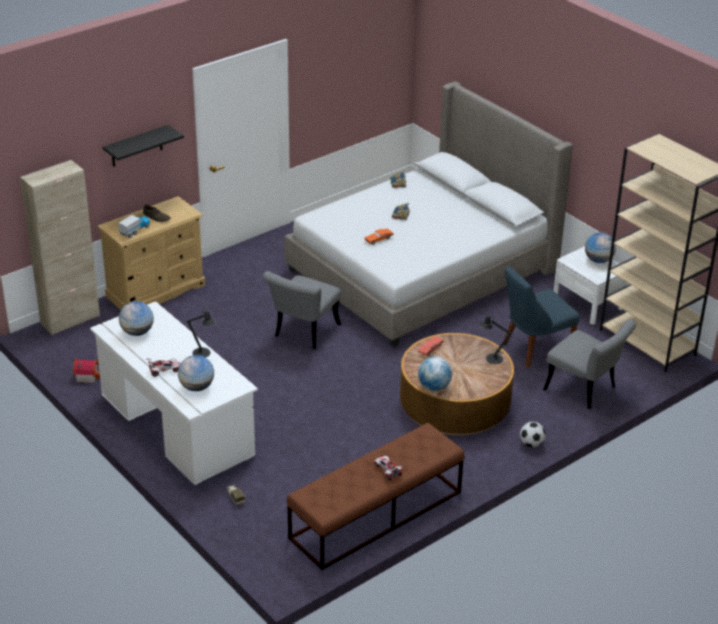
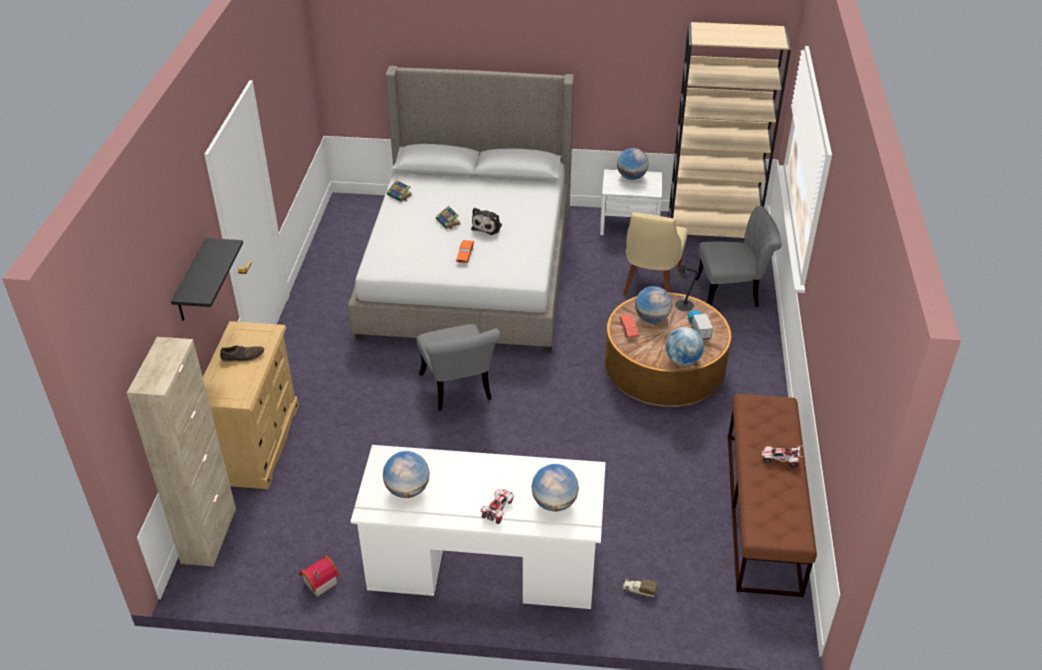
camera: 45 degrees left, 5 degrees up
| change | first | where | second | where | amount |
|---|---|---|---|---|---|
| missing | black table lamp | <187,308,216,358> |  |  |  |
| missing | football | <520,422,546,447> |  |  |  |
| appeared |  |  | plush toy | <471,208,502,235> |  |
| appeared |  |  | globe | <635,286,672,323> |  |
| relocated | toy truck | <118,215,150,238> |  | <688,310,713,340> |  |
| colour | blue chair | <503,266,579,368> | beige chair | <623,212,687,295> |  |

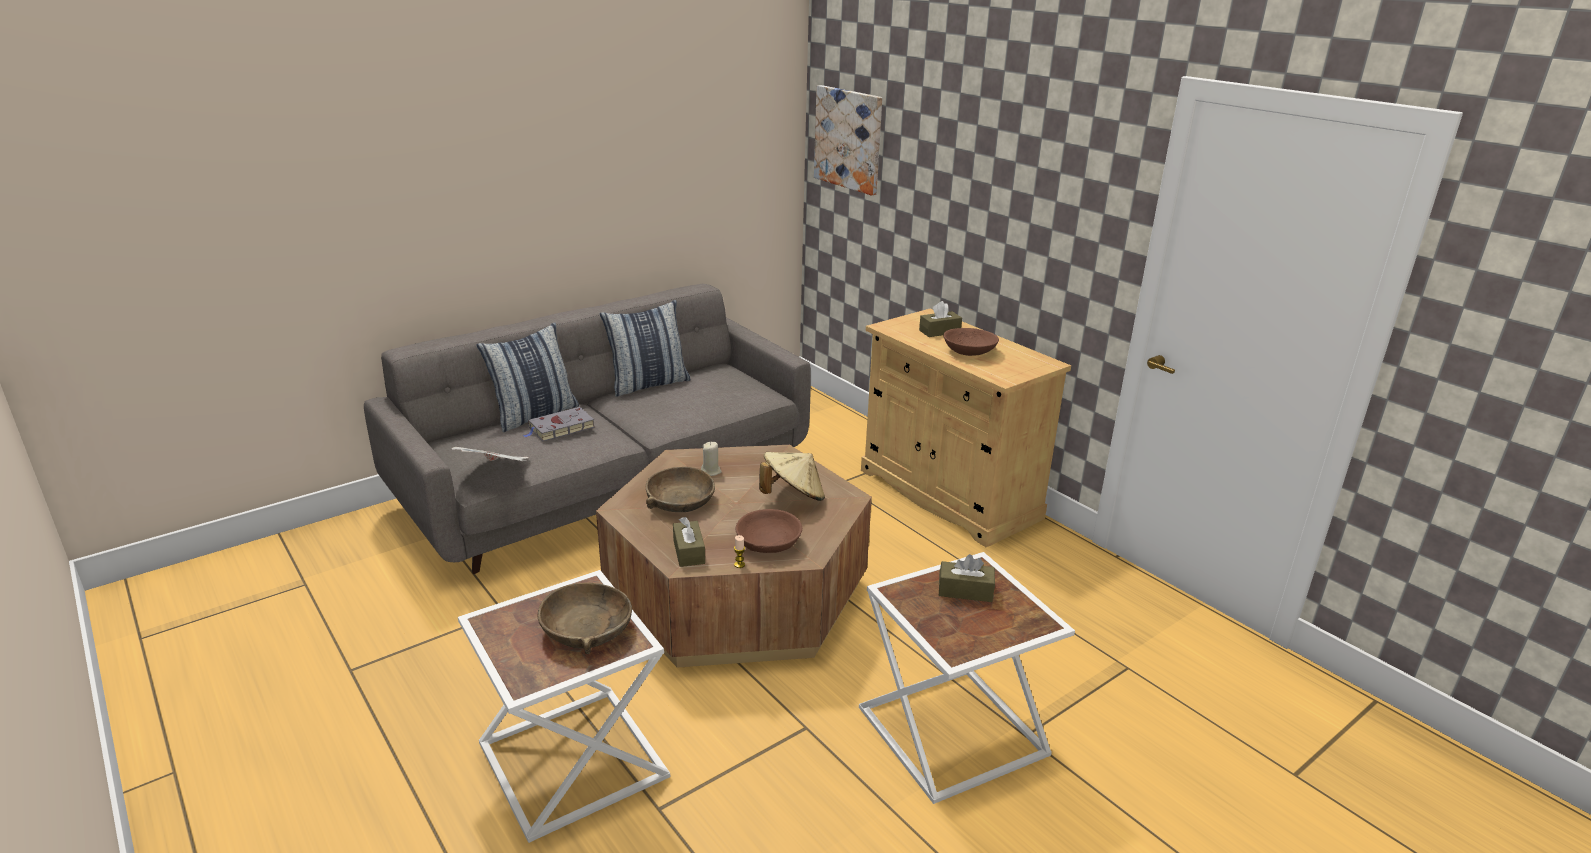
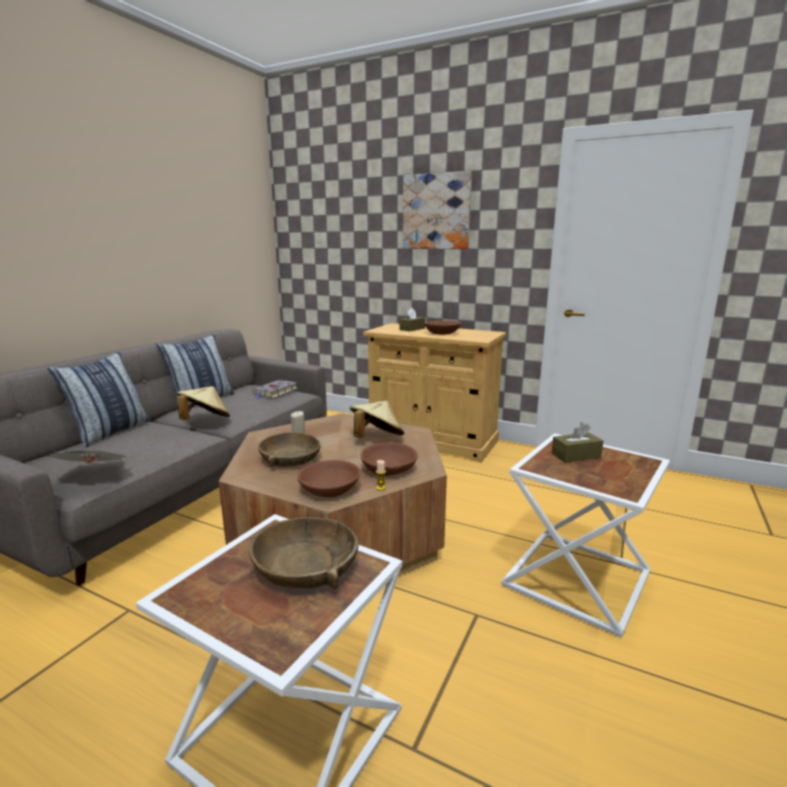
camera: 25 degrees left, 10 degrees down
| change | first | where | second | where | amount |
|---|---|---|---|---|---|
| appeared |  |  | beige hat | <176,386,230,420> |  |
| relocated | grey book | <523,407,595,441> |  | <253,380,298,399> |  |
| relocated | picture | <814,85,882,196> |  | <403,171,472,249> |  |
| exchanged | brown tissue box | <673,517,705,567> | brown bowl | <298,460,361,497> |  |

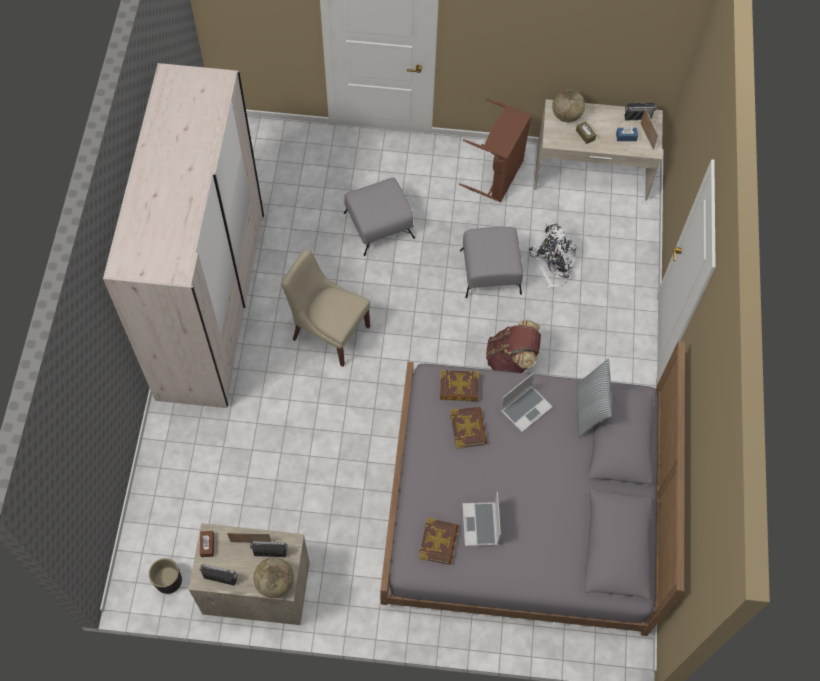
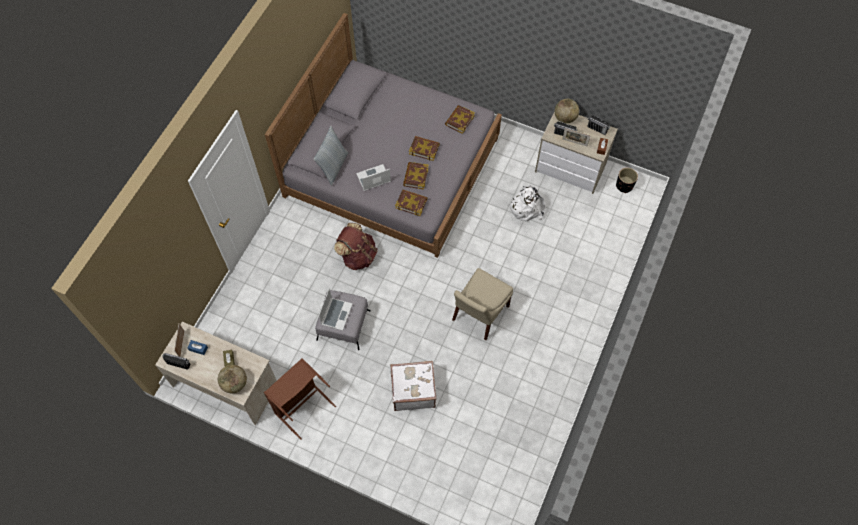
camera: 160 degrees left, 0 degrees up
| change | first | where | second | where | amount |
|---|---|---|---|---|---|
| missing | beige wardrobe | <103,63,264,408> |  |  |  |
| appeared |  |  | book | <409,136,440,161> |  |
| relocated | laptop | <463,492,501,546> |  | <319,288,352,331> |  |
| relocated | white backpack | <528,223,579,288> |  | <508,186,545,221> |  |
| exchanged | grey ottoman | <344,178,415,256> | white suitcase | <390,361,437,411> |  |
| spun | beige chair | <281,249,370,367> |  | <452,268,513,340> | 75 degrees clockwise |

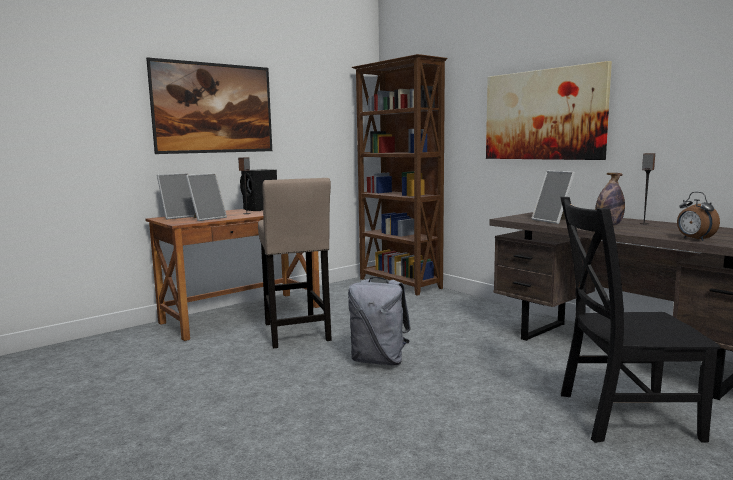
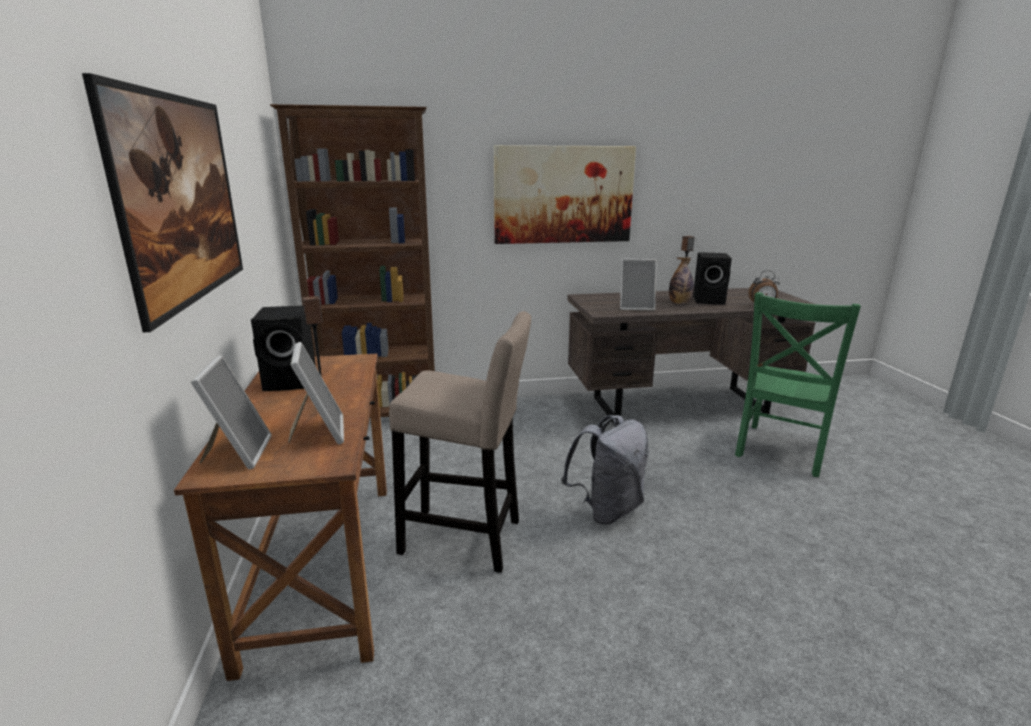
camera: 60 degrees left, 10 degrees up
| change | first | where | second | where | amount |
|---|---|---|---|---|---|
| appeared |  |  | black speaker | <693,252,732,305> |  |
| colour | black chair | <560,197,721,443> | green chair | <735,292,861,477> |  |

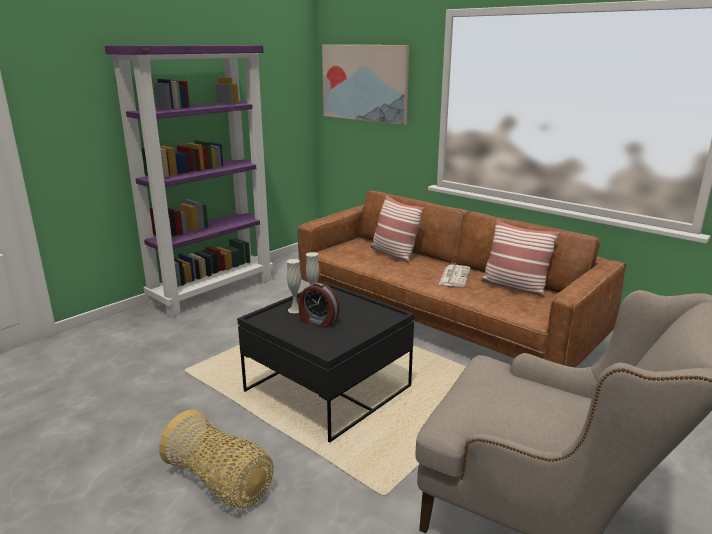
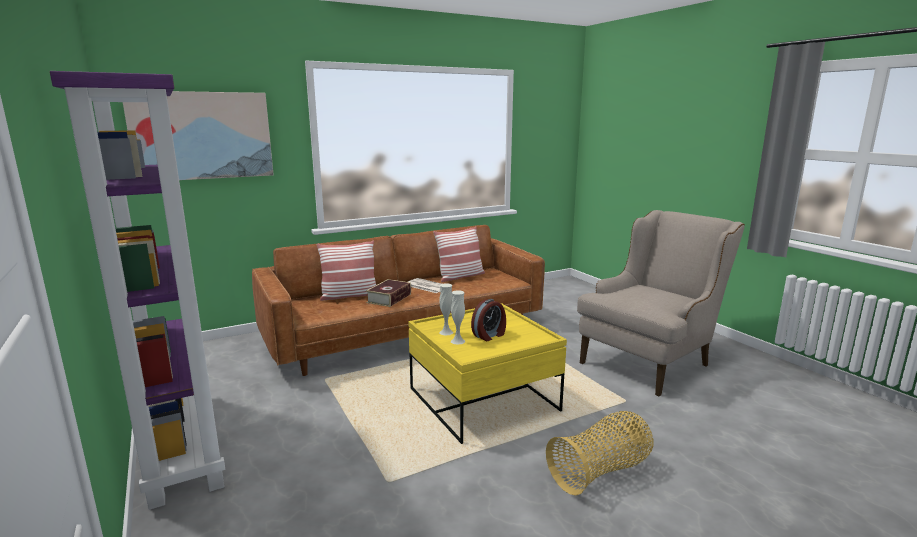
camera: 70 degrees left, 5 degrees down
| change | first | where | second | where | amount |
|---|---|---|---|---|---|
| appeared |  |  | book | <366,279,411,307> |  |
| colour | black coffee table | <237,282,414,443> | yellow coffee table | <408,303,567,444> |  |

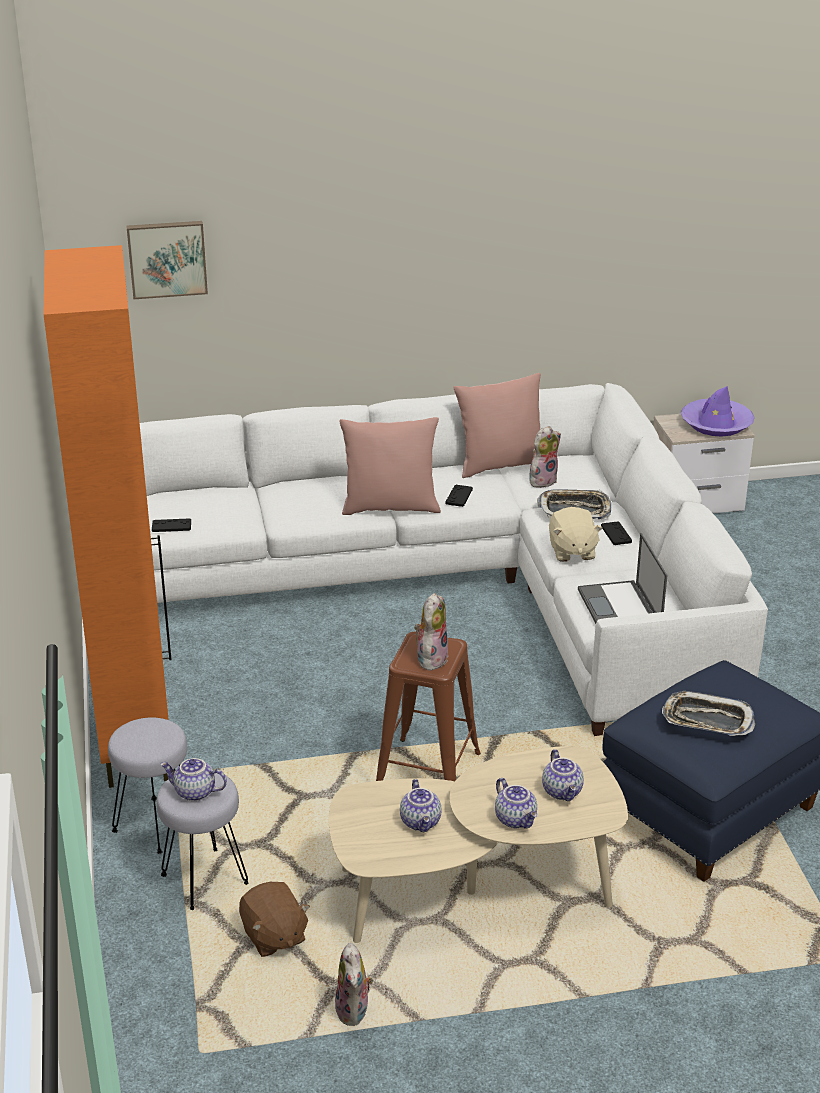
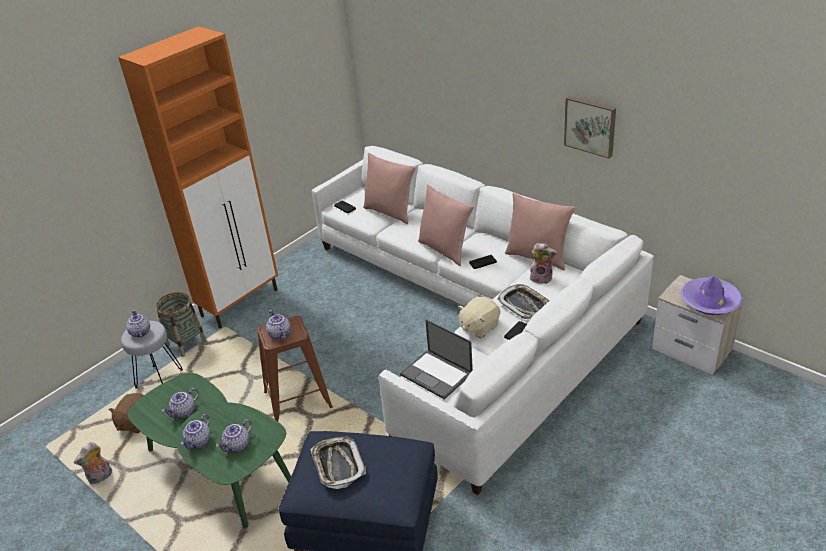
camera: 55 degrees right, 5 degrees up
| change | first | where | second | where | amount |
|---|---|---|---|---|---|
| appeared |  |  | pink pillow | <363,153,416,224> |  |
| relocated | picture | <126,221,208,299> |  | <564,96,616,159> |  |
| exchanged | grey stool | <108,718,187,854> | basket | <156,292,207,357> |  |
| exchanged | plush toy | <414,593,448,671> | teapot | <266,310,291,339> |  |
| colour | beige coffee table | <329,746,628,943> | green coffee table | <128,373,291,528> |  |
| spun | laptop | <578,533,668,624> |  | <400,319,473,400> | 90 degrees counterclockwise |

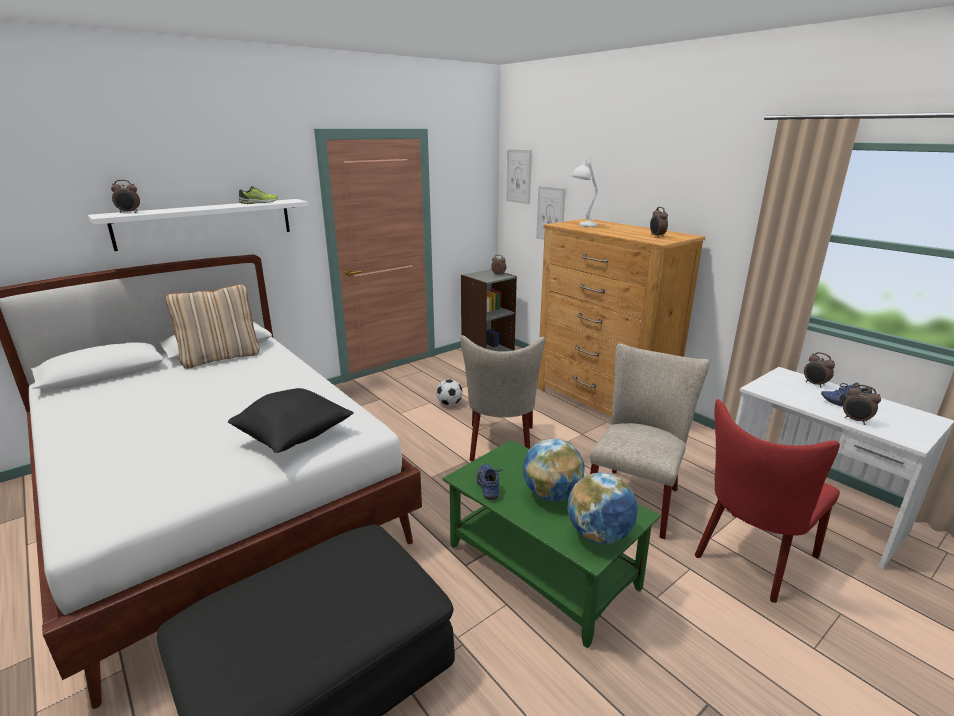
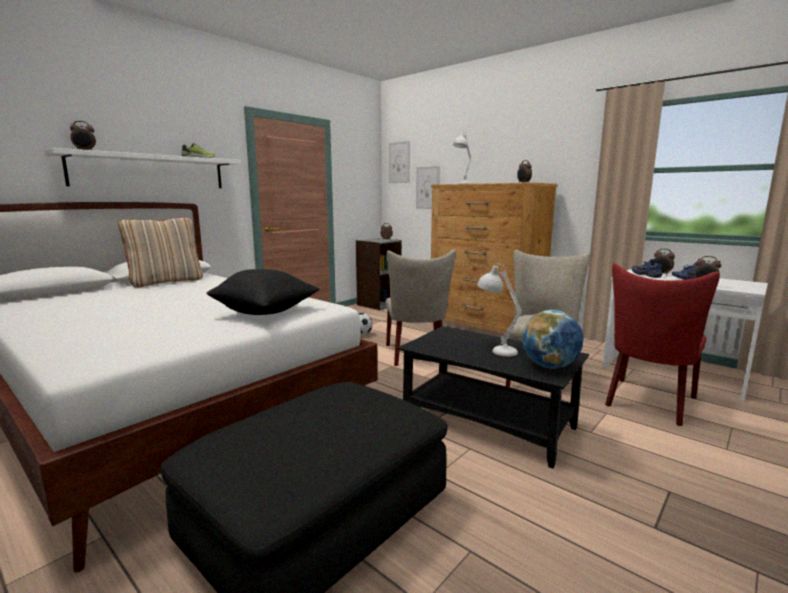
camera: 10 degrees left, 10 degrees down
| change | first | where | second | where | amount |
|---|---|---|---|---|---|
| relocated | blue shoe | <477,464,502,500> |  | <632,259,662,278> |  |
| exchanged | globe | <523,438,585,501> | white table lamp | <477,264,522,357> |  |
| colour | green coffee table | <443,440,661,648> | black coffee table | <398,326,589,469> |  |

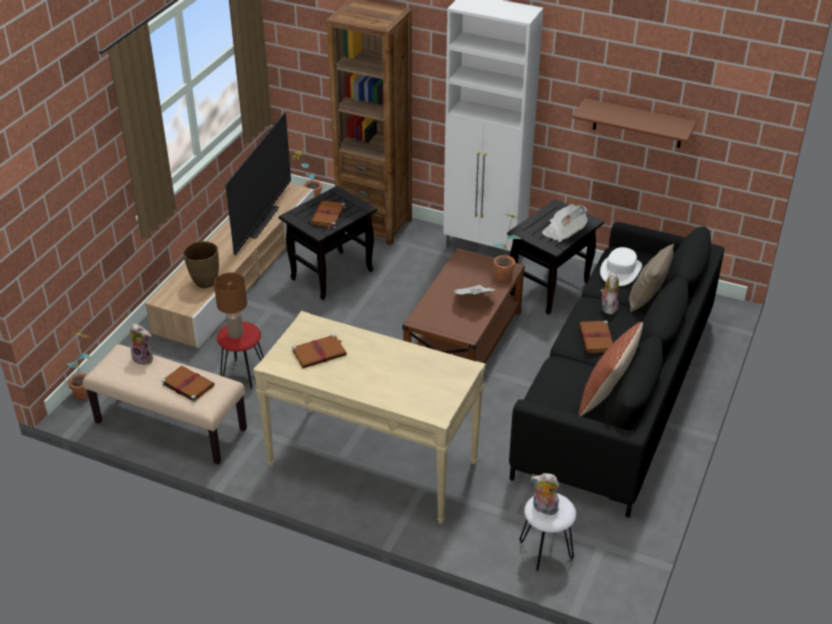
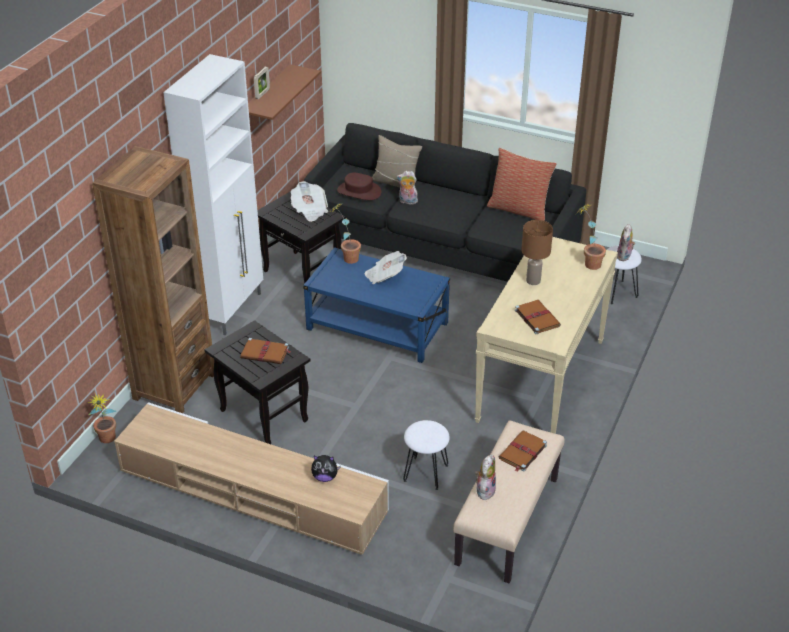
camera: 90 degrees left, 0 degrees up
| change | first | where | second | where | amount |
|---|---|---|---|---|---|
| missing | television | <225,113,291,256> |  |  |  |
| missing | brown book | <579,320,613,353> |  |  |  |
| appeared |  |  | picture frame | <254,67,270,99> |  |
| relocated | potted plant | <66,333,92,400> |  | <576,204,606,270> |  |
| relocated | brown table lamp | <214,272,247,339> |  | <521,220,553,285> |  |
| exchanged | brown vase | <183,241,219,288> | plush toy | <311,455,341,482> |  |
| colour | red stool | <217,322,264,389> | white stool | <403,420,450,490> |  |
| colour | brown coffee table | <403,248,525,363> | blue coffee table | <303,247,450,363> |  |
| colour | white hat | <600,247,642,286> | brown hat | <337,172,381,200> |  |

